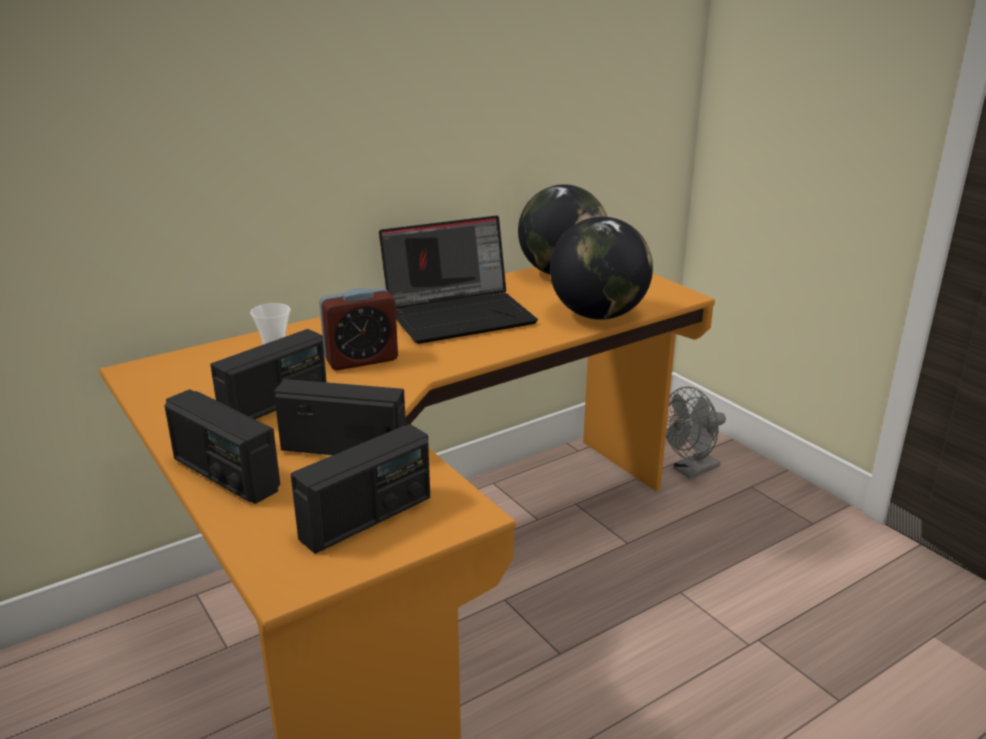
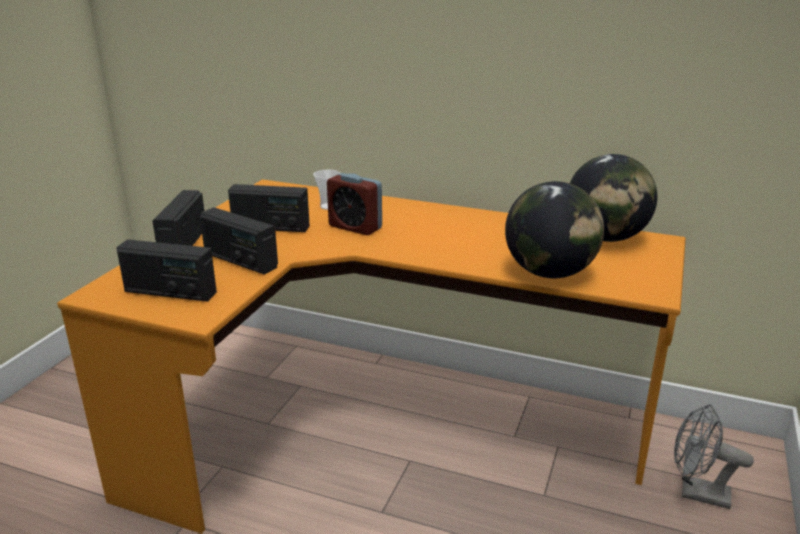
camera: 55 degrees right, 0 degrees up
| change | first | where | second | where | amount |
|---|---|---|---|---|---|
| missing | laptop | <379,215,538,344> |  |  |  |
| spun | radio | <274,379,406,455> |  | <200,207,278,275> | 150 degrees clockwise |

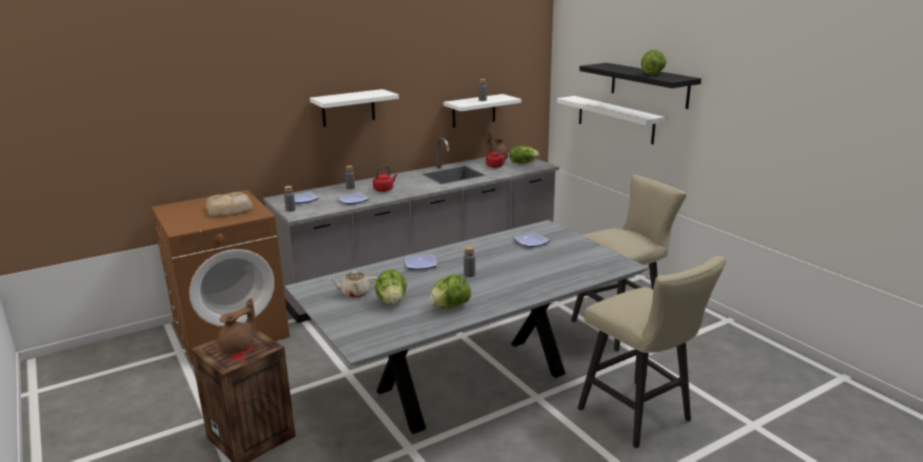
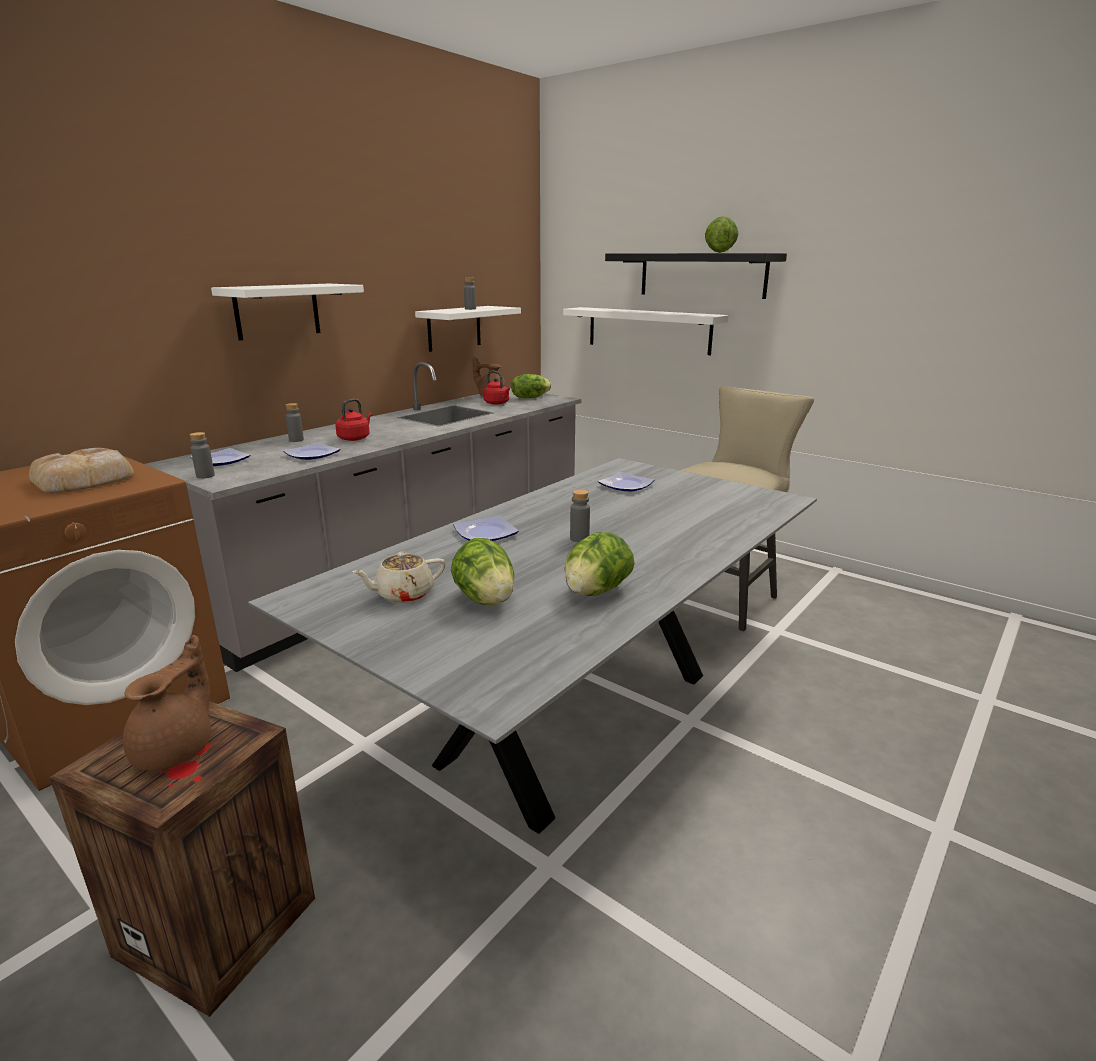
camera: 20 degrees left, 0 degrees up
| change | first | where | second | where | amount |
|---|---|---|---|---|---|
| missing | beige stool | <578,256,726,448> |  |  |  |

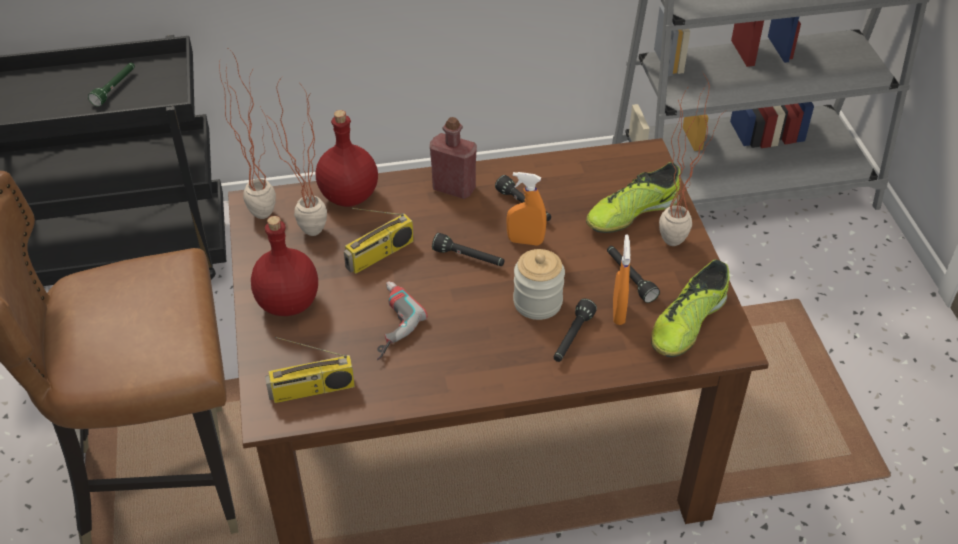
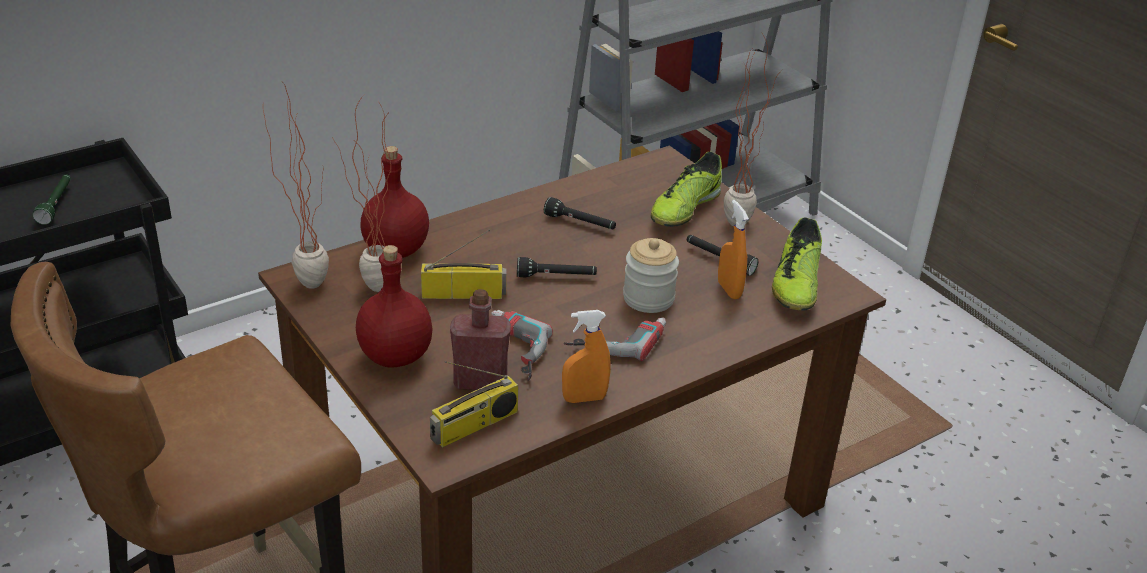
camera: 25 degrees left, 10 degrees down
| change | first | where | second | where | amount |
|---|---|---|---|---|---|
| missing | black flashlight | <554,299,597,362> |  |  |  |
| appeared |  |  | power drill | <564,317,666,361> |  |
| relocated | red bottle | <430,117,477,199> |  | <450,289,511,390> |  |
| relocated | orange spray bottle | <507,172,546,246> |  | <562,310,611,403> |  |
| spun | radio | <344,208,414,274> |  | <421,230,507,299> | 120 degrees counterclockwise |

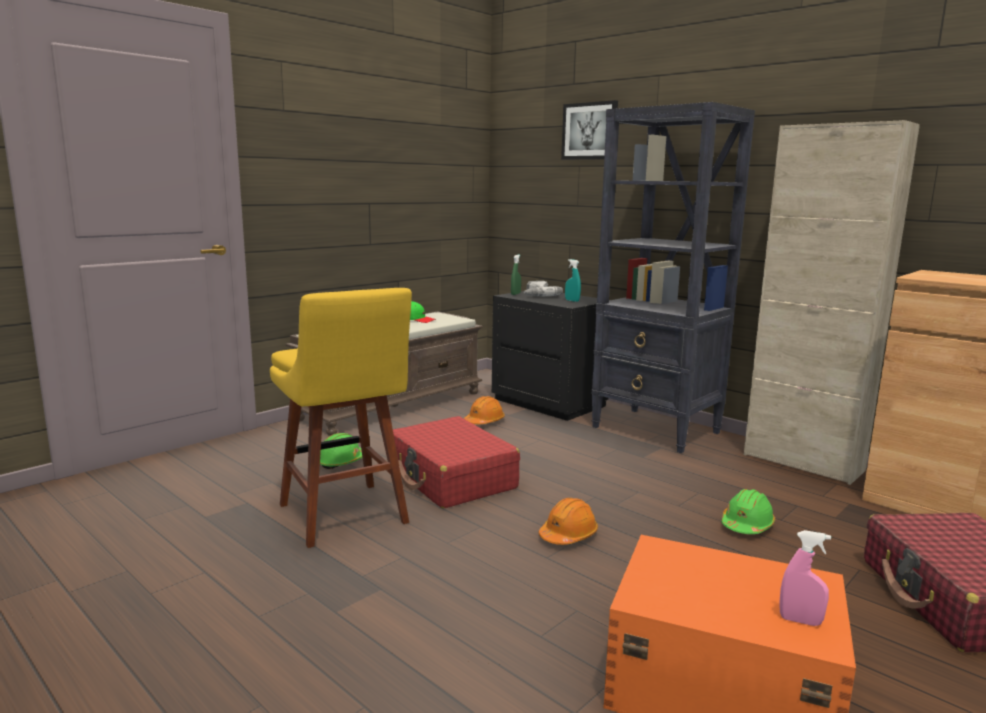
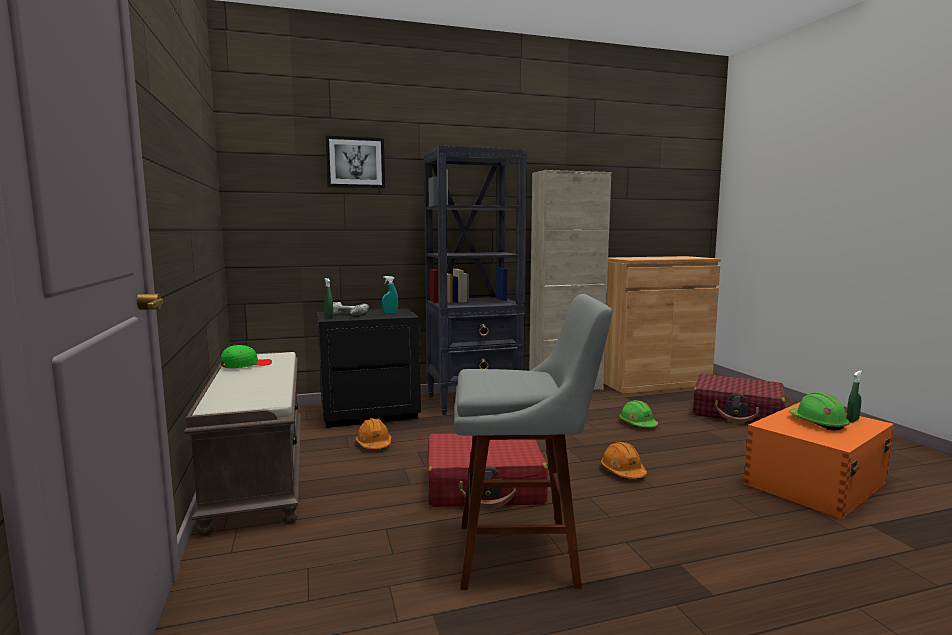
camera: 60 degrees left, 5 degrees down
| change | first | where | second | where | amount |
|---|---|---|---|---|---|
| relocated | green hard hat | <320,433,363,469> |  | <789,392,850,430> |  |
| colour | yellow stool | <270,288,412,548> | grey stool | <454,294,612,590> |  |
| colour | pink spray bottle | <779,530,831,626> | green spray bottle | <846,371,862,423> |  |

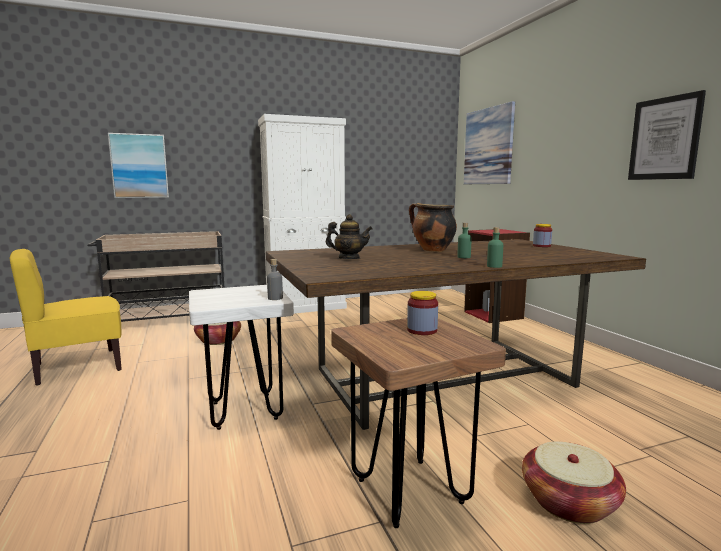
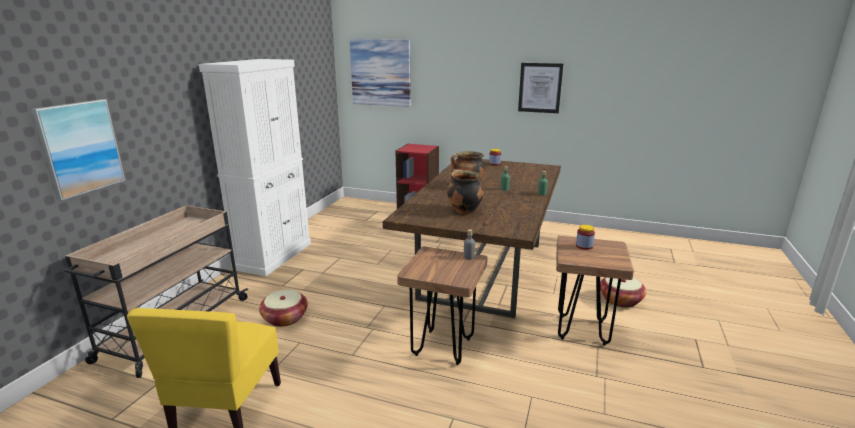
camera: 50 degrees left, 10 degrees up
| change | first | where | second | where | amount |
|---|---|---|---|---|---|
| exchanged | teapot | <326,214,373,259> | cooking pot | <447,169,484,214> |  |
| colour | white stool | <189,285,294,430> | brown stool | <397,247,487,365> |  |

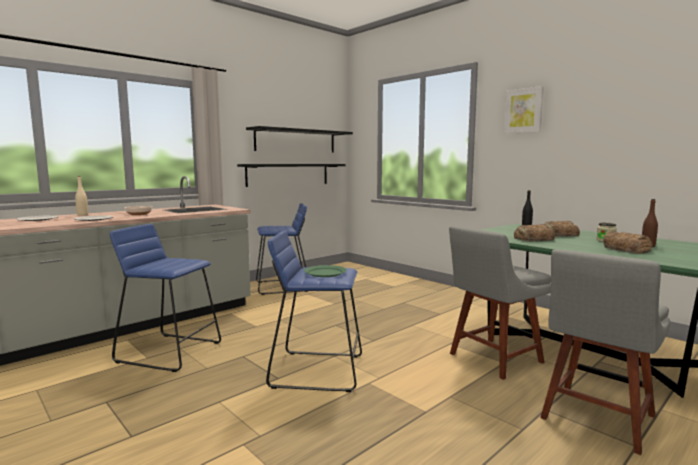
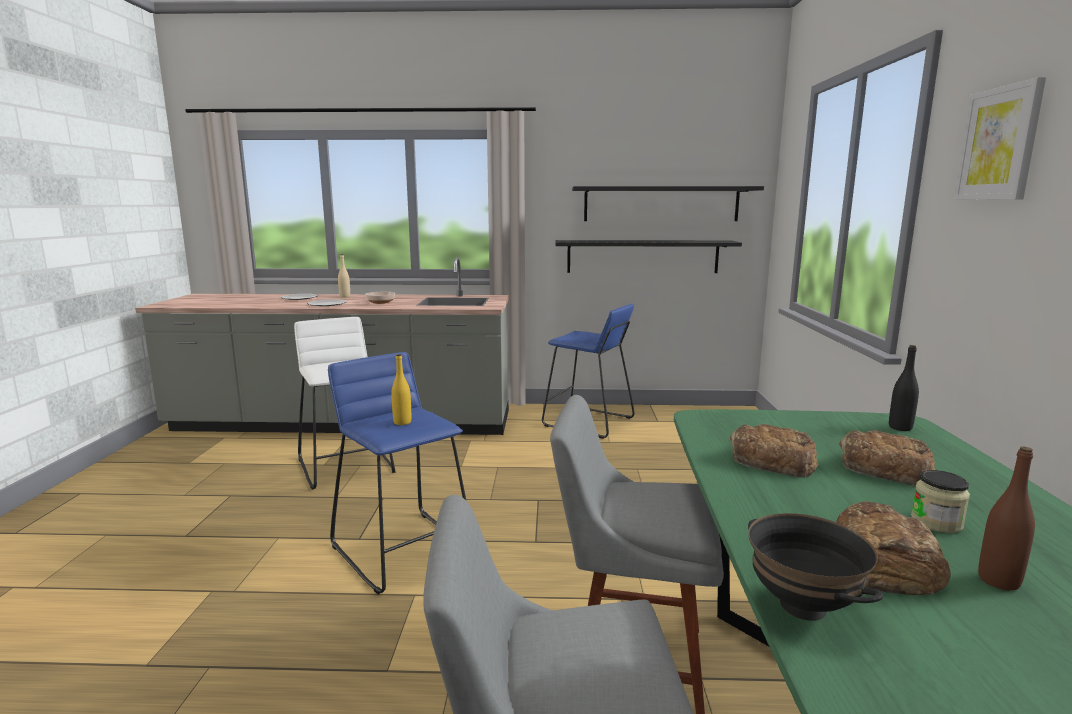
camera: 45 degrees right, 5 degrees up
| change | first | where | second | where | amount |
|---|---|---|---|---|---|
| appeared |  |  | black bowl | <748,513,883,621> |  |
| exchanged | green plate | <304,265,346,277> | yellow bottle | <391,354,411,425> |  |
| colour | blue stool | <110,224,221,372> | white stool | <294,317,396,490> |  |

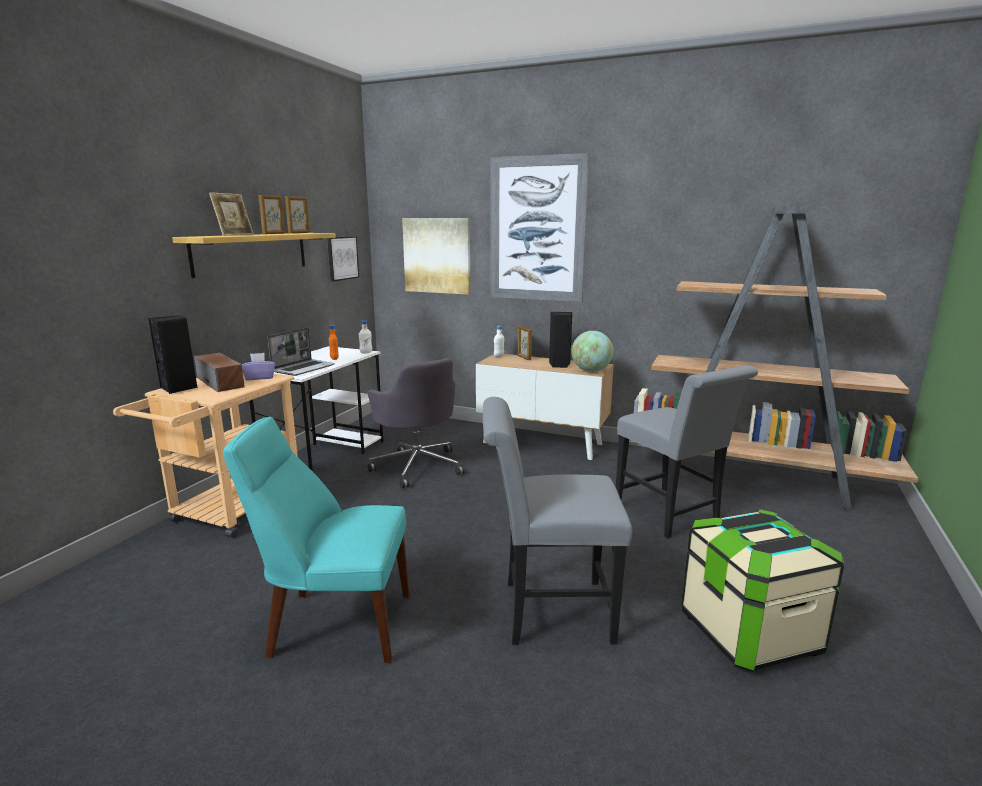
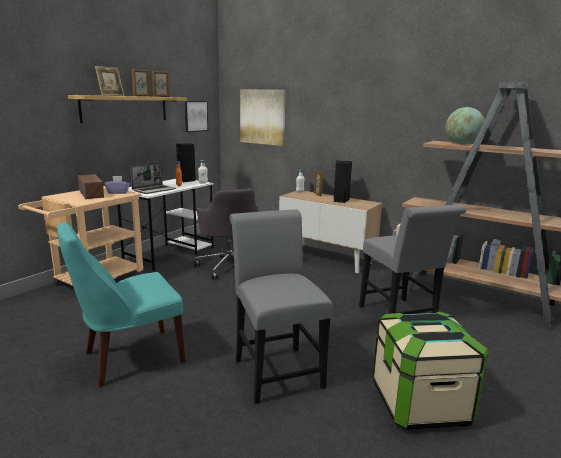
camera: 10 degrees right, 0 degrees up
| change | first | where | second | where | amount |
|---|---|---|---|---|---|
| missing | picture | <491,153,589,302> |  |  |  |
| relocated | black speaker | <148,316,197,394> |  | <176,144,196,182> |  |
| relocated | globe | <572,331,613,372> |  | <446,107,484,144> |  |
| spun | turquoise chair | <223,417,410,663> |  | <57,222,185,387> | 45 degrees counterclockwise |
| spun | grey chair | <483,397,632,645> |  | <230,209,333,404> | 60 degrees clockwise |

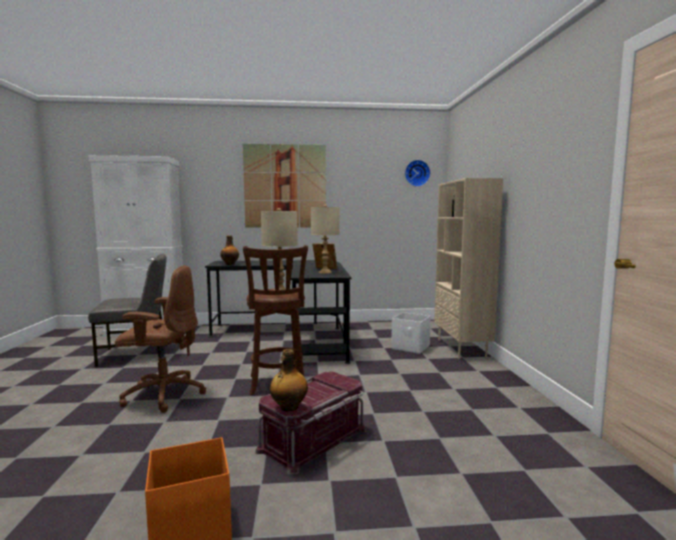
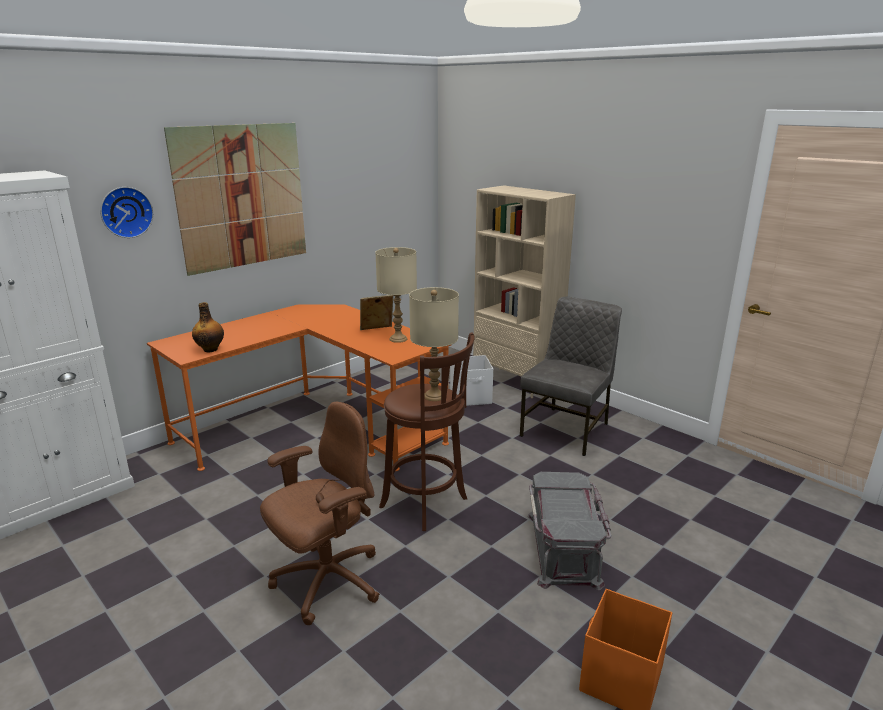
camera: 40 degrees left, 15 degrees up
| change | first | where | second | where | amount |
|---|---|---|---|---|---|
| missing | bottle | <270,349,308,412> |  |  |  |
| relocated | grey chair | <88,254,167,367> |  | <520,297,622,456> |  |
| relocated | wall clock | <405,160,430,187> |  | <100,187,154,238> |  |
| colour | black desk | <205,260,352,364> | orange desk | <147,304,452,471> |  |
| colour | red storage box | <255,372,366,475> | grey storage box | <527,472,612,590> |  |

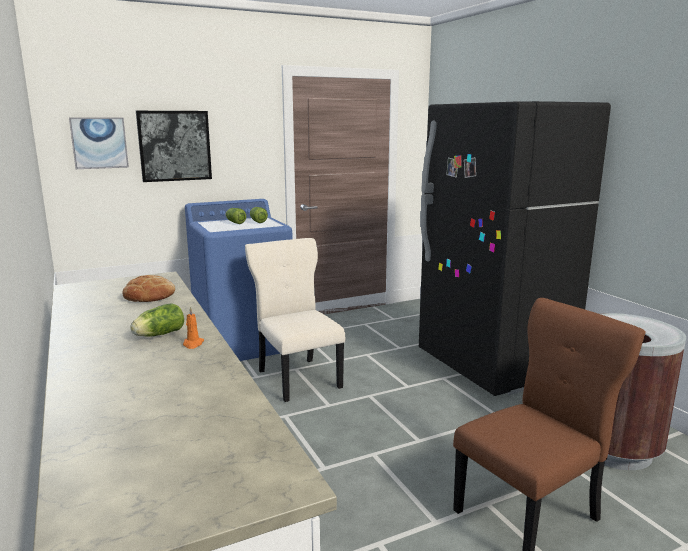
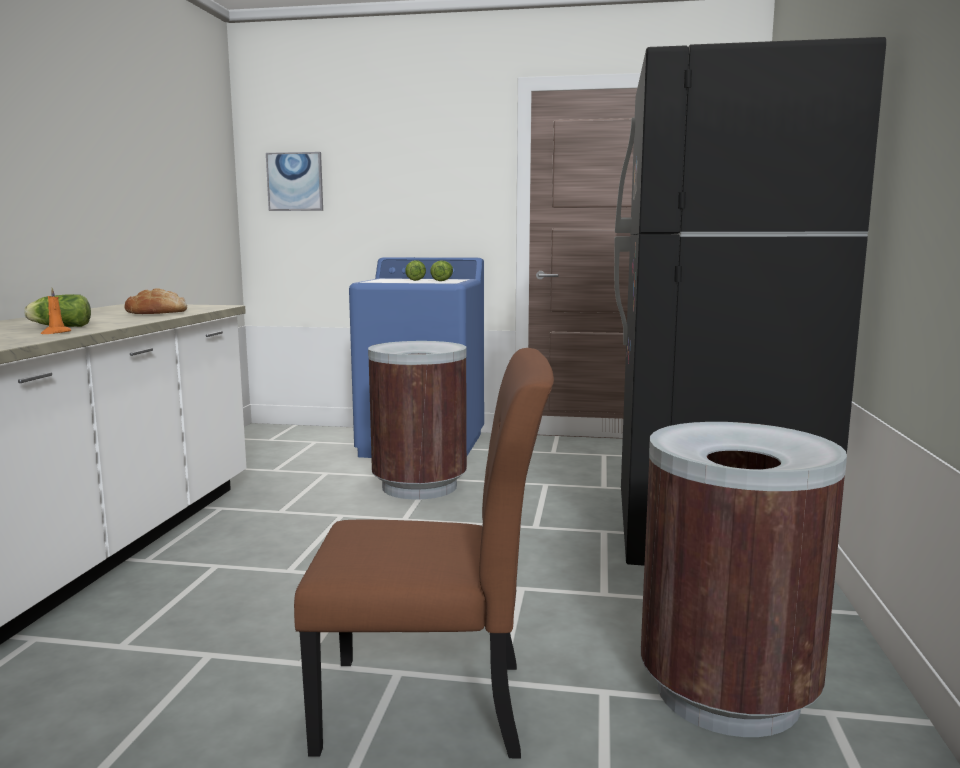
camera: 35 degrees right, 5 degrees down
| change | first | where | second | where | amount |
|---|---|---|---|---|---|
| missing | picture | <136,111,212,182> |  |  |  |
| exchanged | beige chair | <245,238,345,402> | brown trash can | <368,341,467,499> |  |

